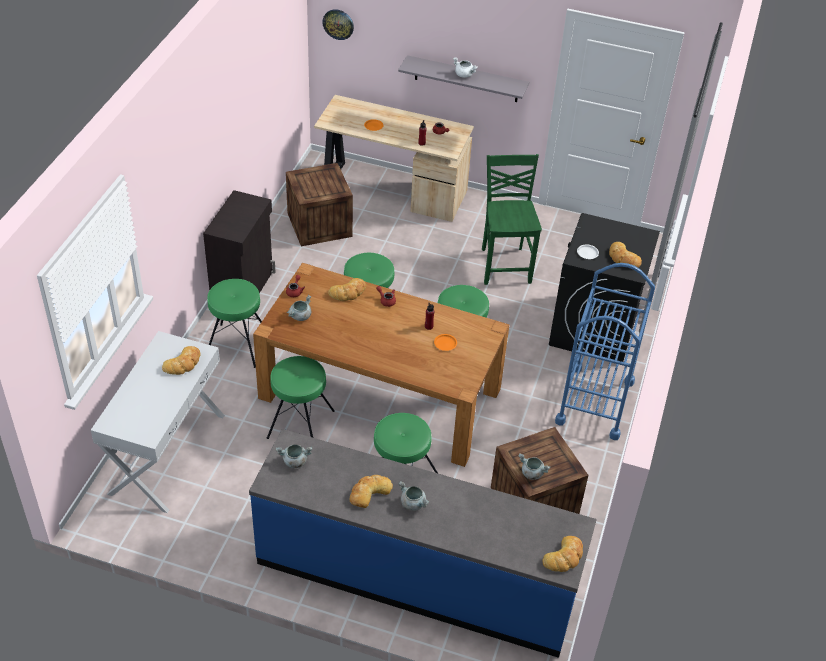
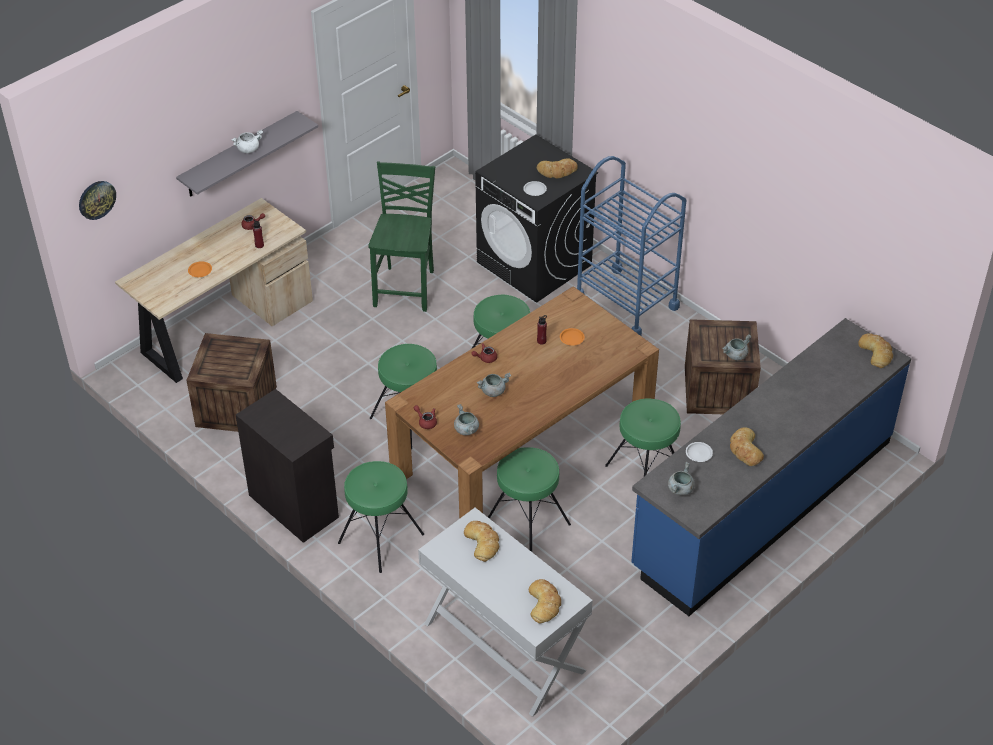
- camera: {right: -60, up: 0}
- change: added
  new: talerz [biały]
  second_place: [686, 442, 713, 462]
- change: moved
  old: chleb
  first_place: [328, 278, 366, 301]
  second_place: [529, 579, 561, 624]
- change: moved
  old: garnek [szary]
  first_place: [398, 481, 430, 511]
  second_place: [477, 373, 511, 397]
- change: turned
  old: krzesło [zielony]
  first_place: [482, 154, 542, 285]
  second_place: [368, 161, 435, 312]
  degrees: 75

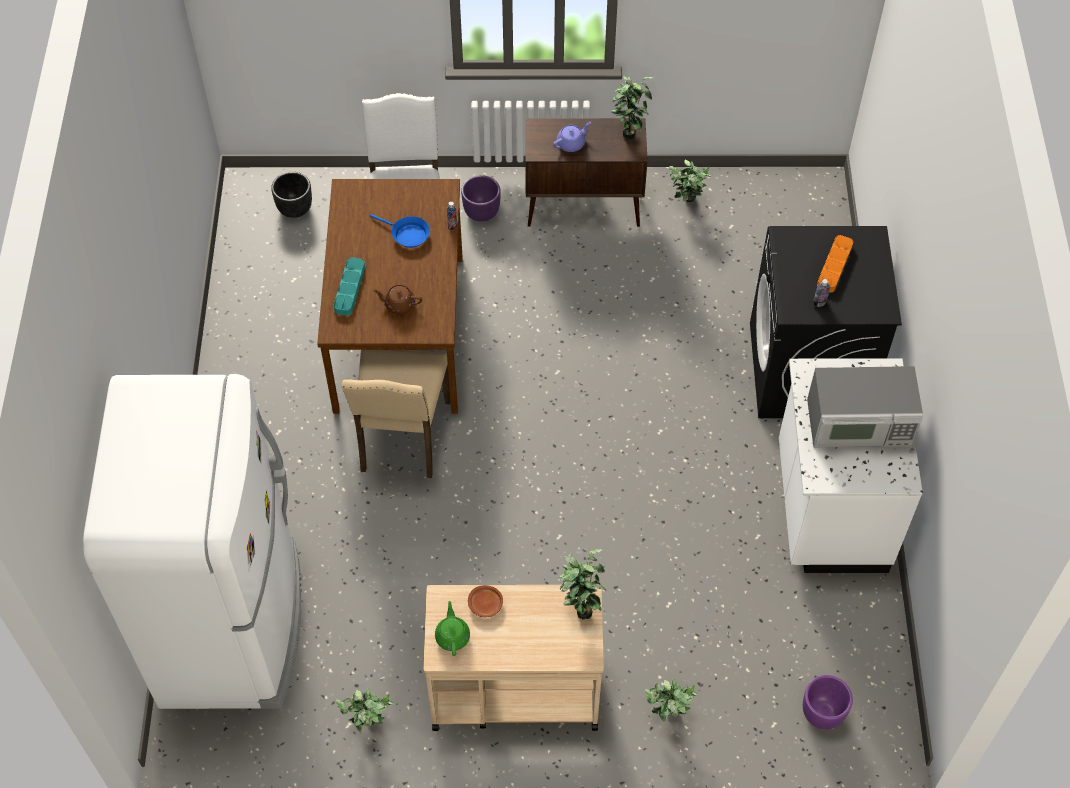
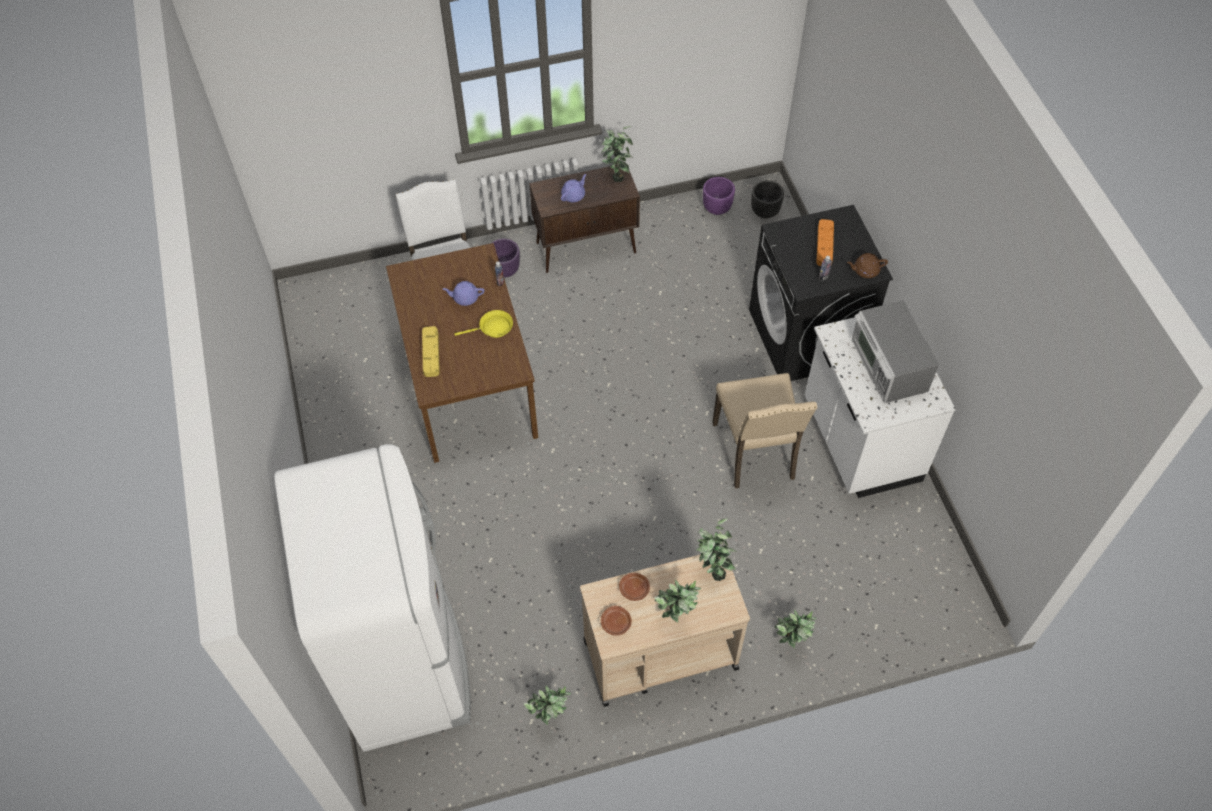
- camera: {right: -15, up: 0}
- change: added
  new: patelnia [żółty]
  second_place: [454, 310, 513, 338]
- change: moved
  old: donica [czarny]
  first_place: [271, 172, 312, 218]
  second_place: [751, 180, 784, 218]
- change: moved
  old: krzesło [beżowy]
  first_place: [341, 350, 451, 478]
  second_place: [712, 373, 817, 489]
- change: moved
  old: imbryk [brązowy]
  first_place: [373, 285, 422, 314]
  second_place: [847, 253, 888, 278]
- change: moved
  old: roślina doniczkowa
  first_place: [669, 160, 712, 202]
  second_place: [655, 580, 701, 623]
- change: moved
  old: donica [fioletowy]
  first_place: [803, 675, 853, 730]
  second_place: [703, 177, 735, 215]
- change: replaced
  old: patelnia [niebieski]
  new: imbryk [fioletowy]
  first_place: [370, 214, 430, 248]
  second_place: [443, 281, 485, 306]
- change: replaced
  old: imbryk [zielony]
  new: talerz [brązowy]
  first_place: [435, 601, 470, 656]
  second_place: [601, 606, 632, 635]
- change: recoloured
  old: taca [turkusowy]
  new: taca [żółty]
  first_place: [333, 257, 365, 316]
  second_place: [422, 326, 440, 377]
- change: turned
  old: mikrofalówka
  first_place: [807, 366, 923, 448]
  second_place: [851, 300, 939, 403]
  degrees: 90

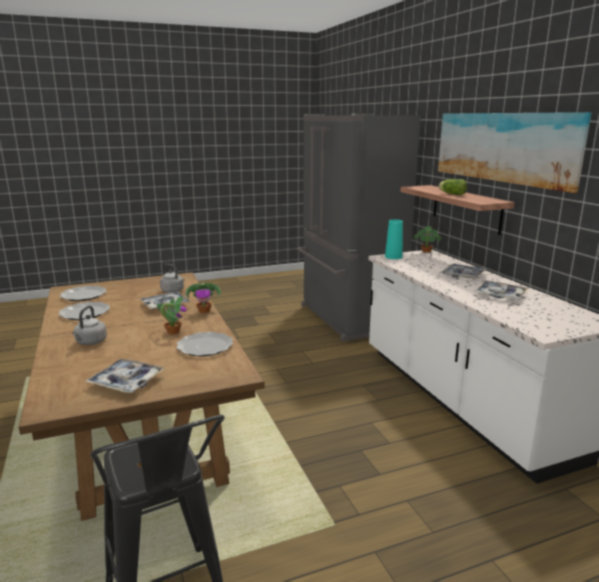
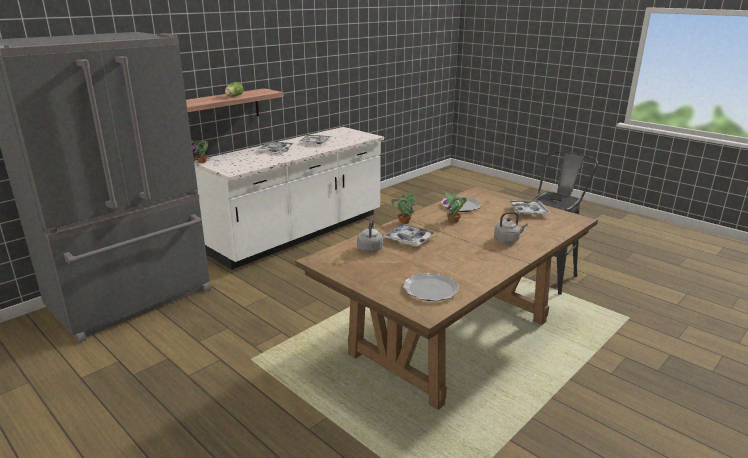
- camera: {right: -115, up: 5}
- change: removed
  old: talerz
  first_place: [59, 302, 110, 320]
- change: removed
  old: wazon [turkusowy]
  first_place: [385, 219, 403, 259]
- change: removed
  old: obraz
  first_place: [438, 112, 591, 193]

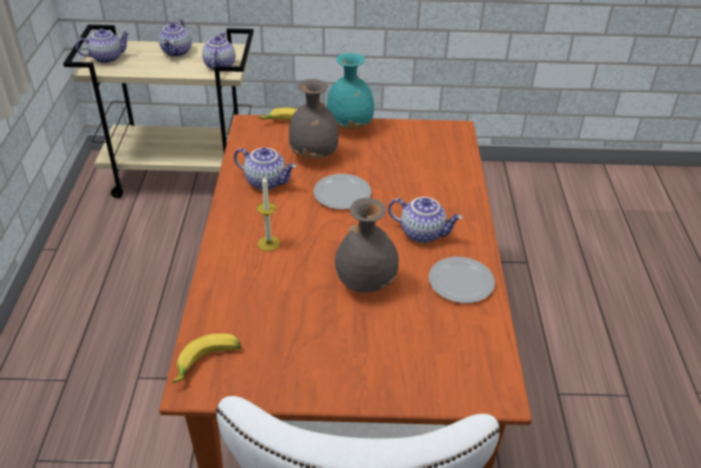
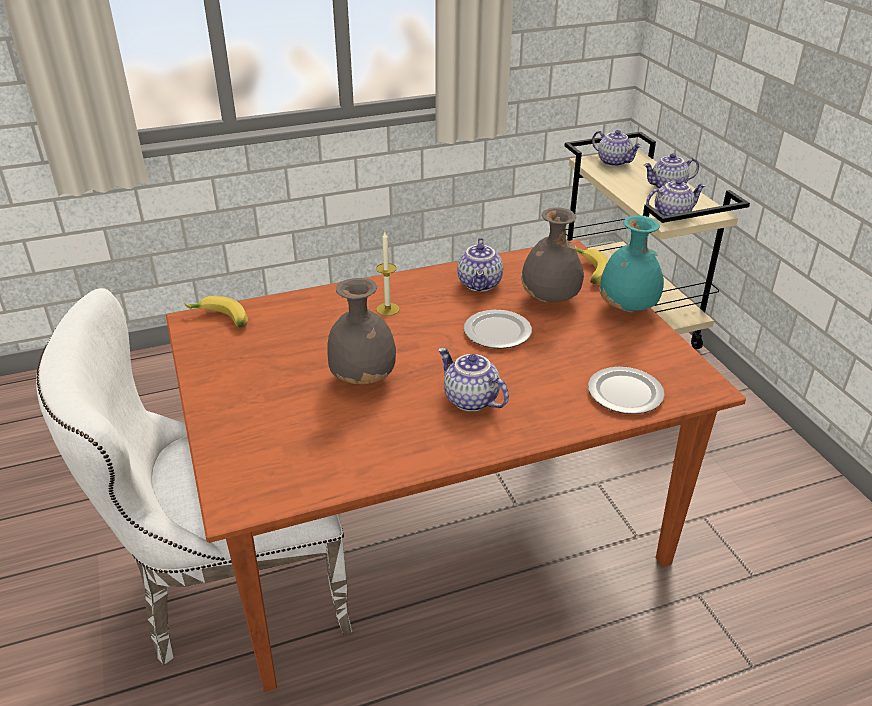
- camera: {right: 70, up: -5}
- change: moved
  old: talerz
  first_place: [429, 257, 495, 303]
  second_place: [588, 367, 665, 414]
- change: turned
  old: imbryk
  first_place: [388, 197, 462, 243]
  second_place: [438, 347, 509, 412]
  degrees: 135

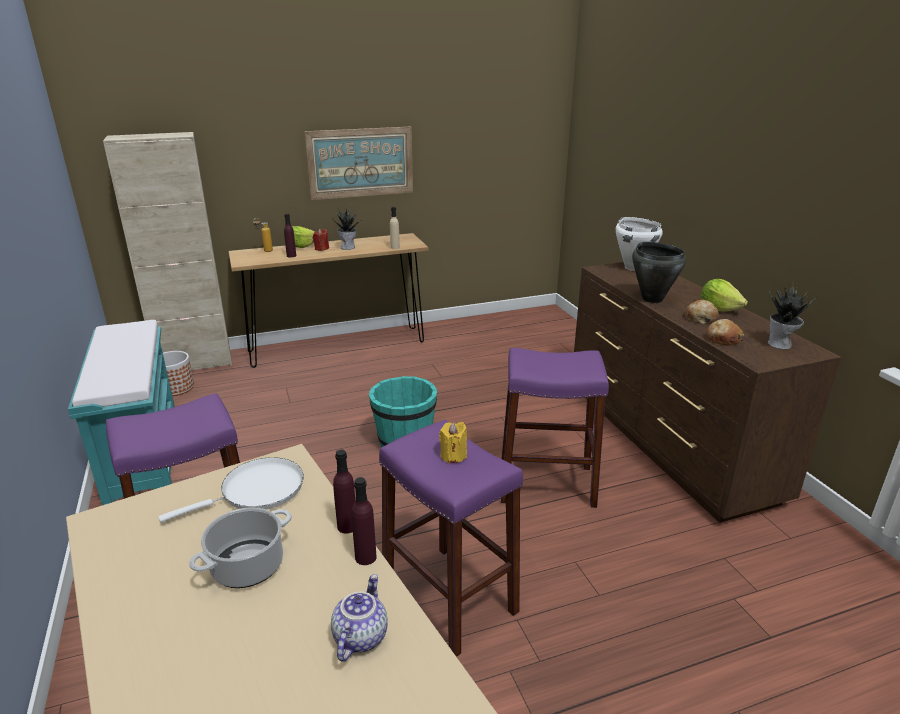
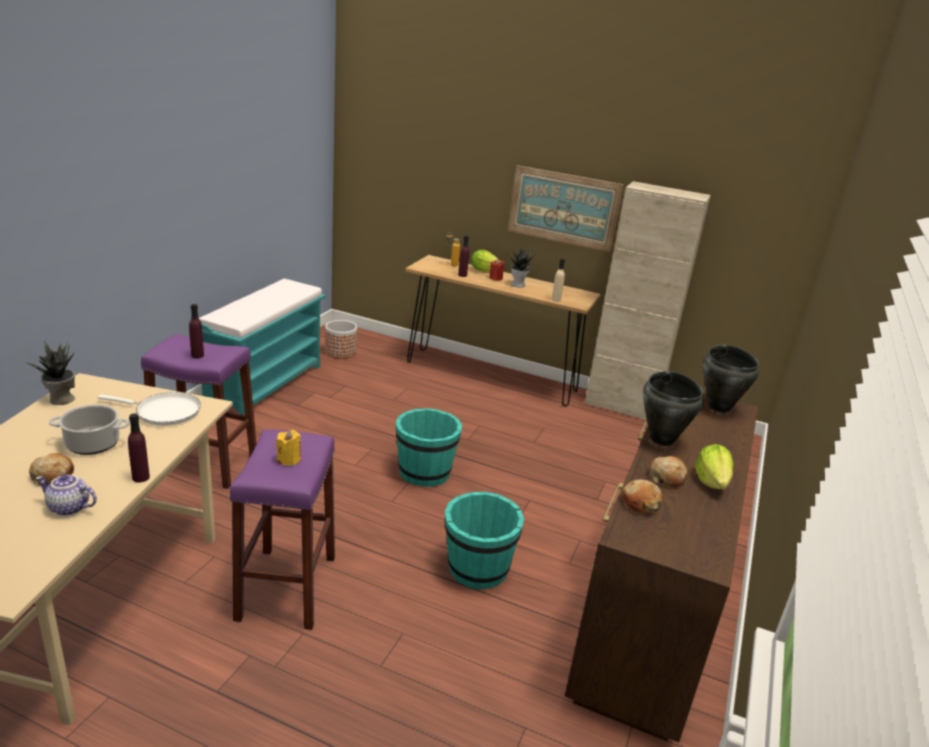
- camera: {right: 40, up: 0}
- change: added
  new: chleb
  second_place: [29, 453, 74, 486]
- change: moved
  old: szafka [beżowy]
  first_place: [103, 132, 232, 370]
  second_place: [585, 181, 711, 420]
- change: moved
  old: butelka [fioletowy]
  first_place: [333, 450, 356, 534]
  second_place: [189, 304, 204, 358]
- change: moved
  old: roślina doniczkowa
  first_place: [767, 283, 817, 349]
  second_place: [24, 341, 75, 405]
- change: replaced
  old: stołek [fioletowy]
  new: wiadro [turkusowy]
  first_place: [501, 348, 609, 508]
  second_place: [445, 492, 524, 589]
- change: recoloured
  old: garnek [biały]
  new: garnek [czarny]
  first_place: [616, 217, 663, 271]
  second_place: [703, 345, 759, 413]
- change: turned
  old: imbryk
  first_place: [331, 574, 388, 662]
  second_place: [36, 474, 97, 516]
  degrees: -135

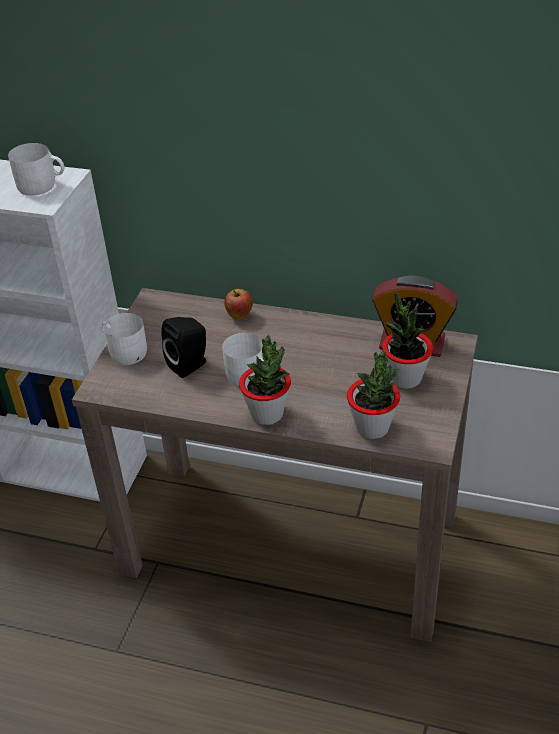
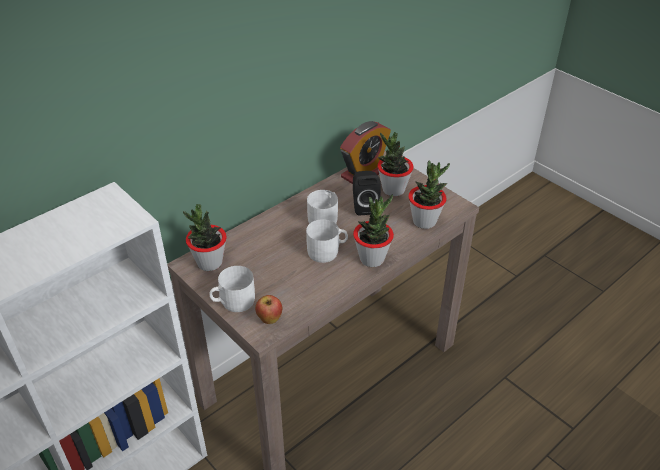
- camera: {right: -60, up: 0}
- change: added
  new: roślina doniczkowa
  second_place: [183, 204, 227, 271]
- change: moved
  old: kubek [biały]
  first_place: [8, 143, 64, 196]
  second_place: [307, 190, 338, 224]
- change: moved
  old: głośnik [czarny]
  first_place: [161, 317, 206, 378]
  second_place: [353, 171, 381, 216]
- change: moved
  old: jabłko
  first_place: [224, 289, 253, 320]
  second_place: [255, 295, 282, 324]

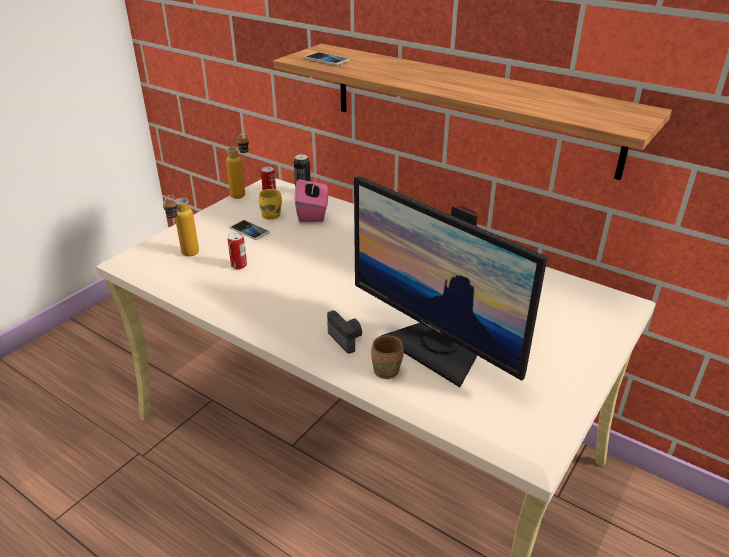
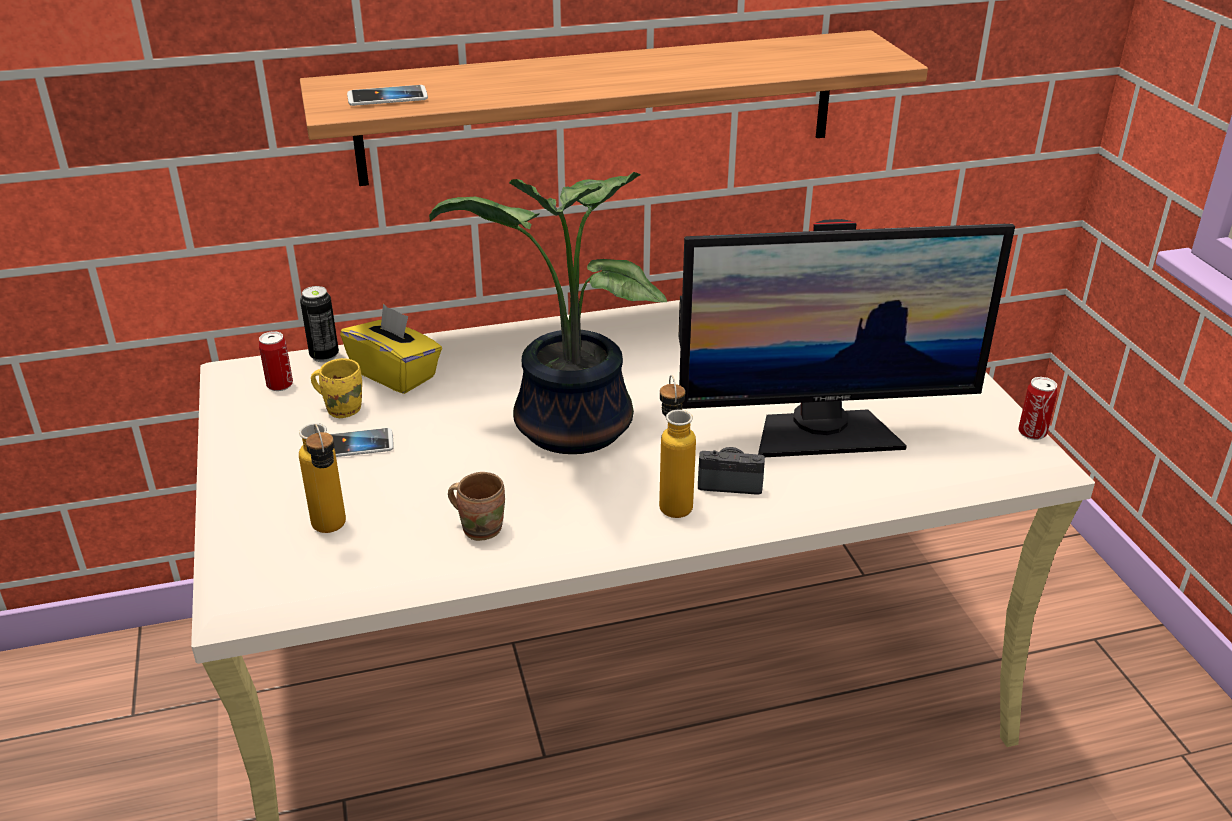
- camera: {right: -50, up: 0}
- change: added
  new: roślina doniczkowa
  second_place: [429, 172, 667, 454]
- change: moved
  old: butelka
  first_place: [226, 134, 249, 199]
  second_place: [659, 375, 696, 518]
- change: moved
  old: puszka
  first_place: [228, 233, 247, 270]
  second_place: [1018, 377, 1057, 440]
- change: moved
  old: kubek [brązowy]
  first_place: [371, 335, 404, 379]
  second_place: [448, 472, 505, 541]
- change: recoloured
  old: pudełko chusteczek [różowy]
  new: pudełko chusteczek [żółty]
  first_place: [295, 179, 328, 222]
  second_place: [340, 304, 442, 394]

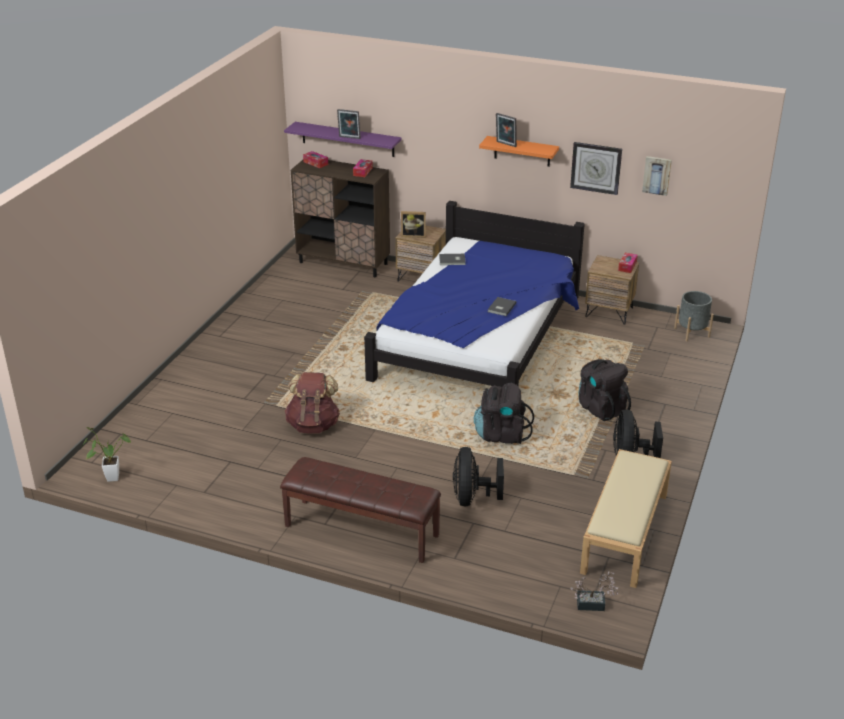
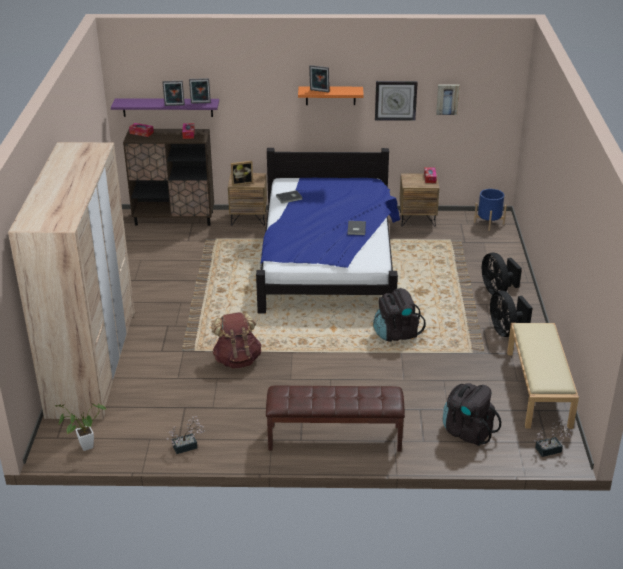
- camera: {right: -20, up: 0}
- change: added
  new: szafa [beżowy]
  second_place: [8, 142, 135, 419]
- change: added
  new: roślina doniczkowa
  second_place: [166, 416, 205, 454]
- change: added
  new: ramka na zdjęcie
  second_place: [189, 78, 211, 104]
- change: moved
  old: wentylator [czarny]
  first_place: [453, 447, 504, 506]
  second_place: [482, 253, 522, 296]
- change: moved
  old: plecak [czarny]
  first_place: [578, 359, 631, 421]
  second_place: [443, 383, 501, 446]
- change: recoloured
  old: donica [szary]
  new: donica [niebieski]
  first_place: [674, 291, 714, 341]
  second_place: [474, 189, 507, 231]

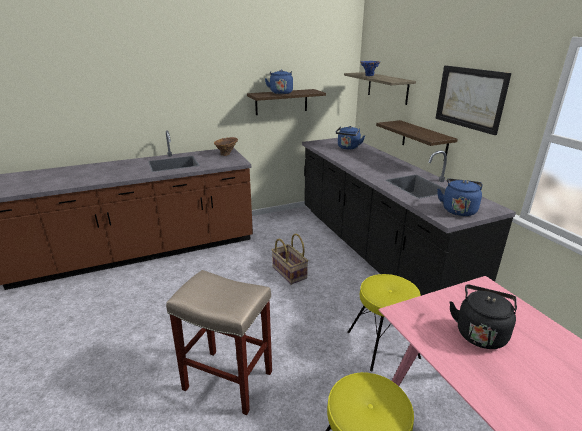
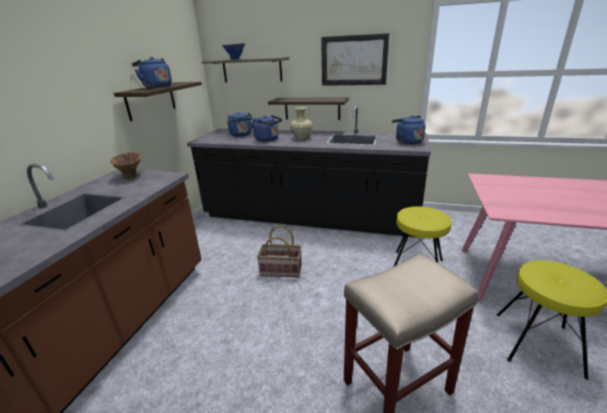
- camera: {right: -50, up: 0}
- change: removed
  old: czajnik [czarny]
  first_place: [449, 285, 517, 349]
- change: added
  new: czajnik [niebieski]
  second_place: [253, 115, 282, 142]
- change: added
  new: wazon [beżowy]
  second_place: [290, 107, 312, 139]

